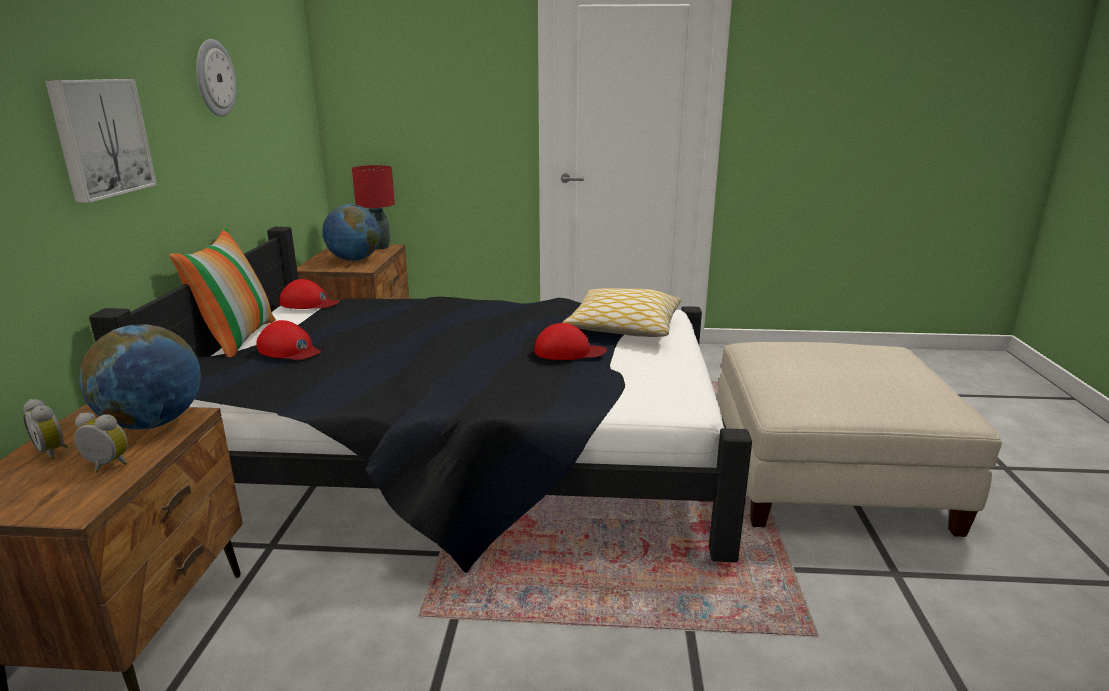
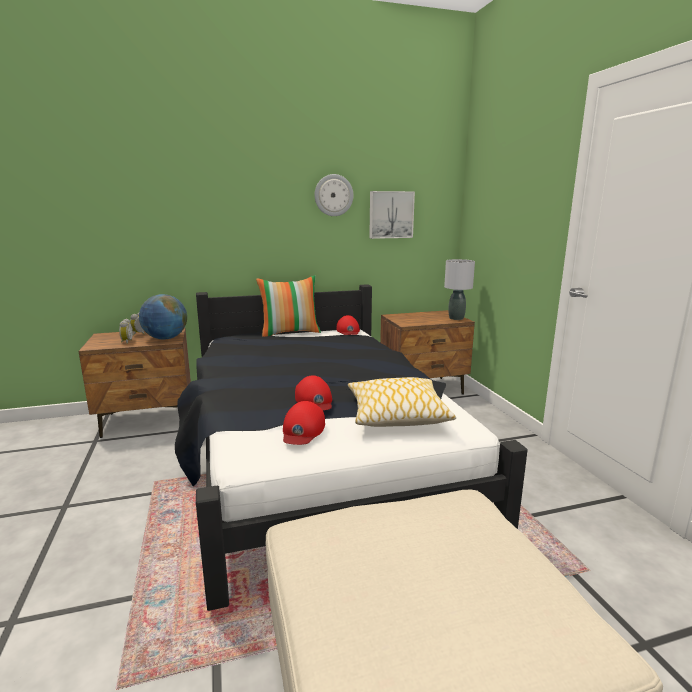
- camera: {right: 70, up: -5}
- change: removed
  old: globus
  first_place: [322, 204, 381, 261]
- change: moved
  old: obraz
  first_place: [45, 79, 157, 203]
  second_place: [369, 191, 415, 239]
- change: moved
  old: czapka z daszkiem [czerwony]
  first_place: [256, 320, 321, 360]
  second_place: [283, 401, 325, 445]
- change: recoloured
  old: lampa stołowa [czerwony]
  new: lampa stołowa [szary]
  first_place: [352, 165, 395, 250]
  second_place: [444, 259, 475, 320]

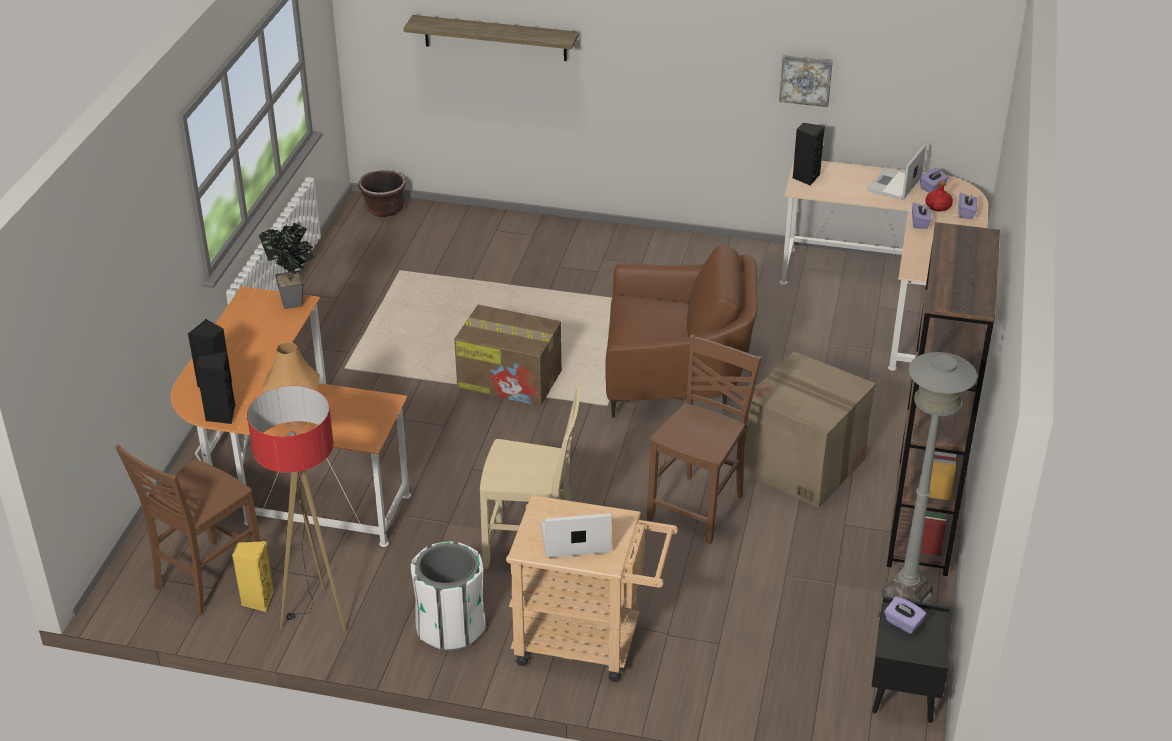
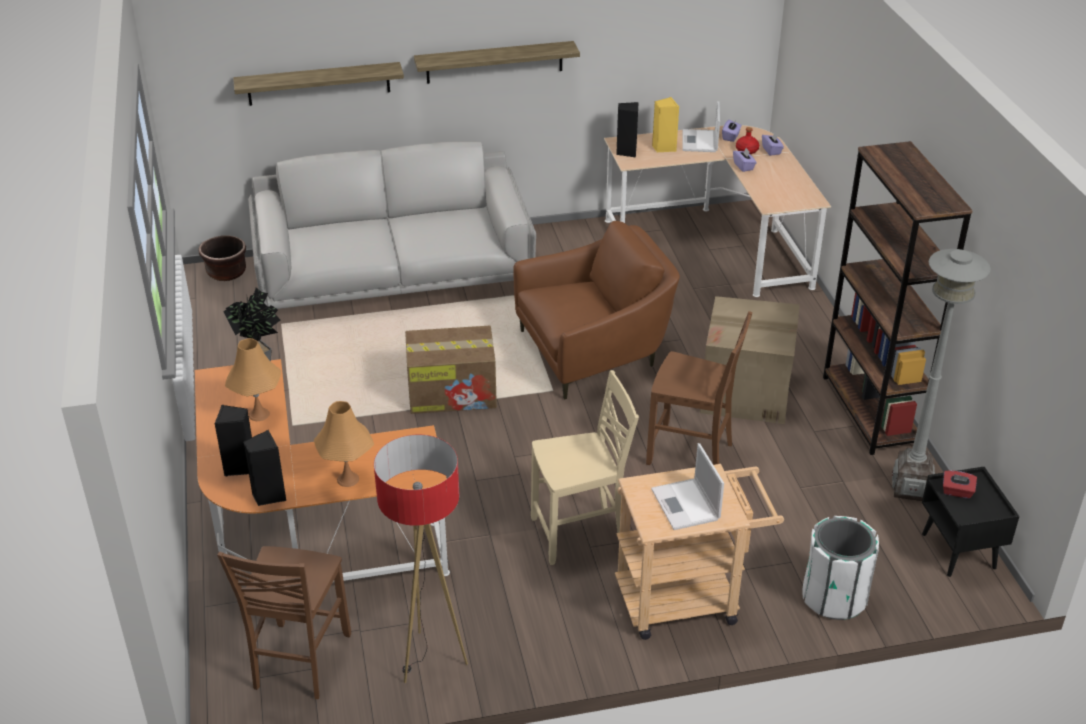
- camera: {right: -25, up: 0}
- change: removed
  old: obraz
  first_place: [779, 55, 833, 107]
- change: added
  new: lampa stołowa [pomarańczowy]
  second_place: [225, 338, 281, 421]
- change: added
  new: kanapa [szary]
  second_place: [249, 141, 536, 309]
- change: added
  new: półka
  second_place: [414, 41, 580, 84]
- change: moved
  old: głośnik [żółty]
  first_place: [232, 541, 274, 612]
  second_place: [652, 97, 679, 152]
- change: moved
  old: kosz na śmieci [biały]
  first_place: [411, 541, 486, 651]
  second_place: [802, 516, 879, 620]
- change: recoloured
  old: pudełko chusteczek [fioletowy]
  new: pudełko chusteczek [czerwony]
  first_place: [884, 596, 926, 634]
  second_place: [943, 470, 977, 499]
- change: turned
  old: laptop
  first_place: [541, 513, 611, 558]
  second_place: [651, 443, 724, 530]
  degrees: -75
- change: turned
  old: krzesło [brązowy]
  first_place: [647, 334, 762, 544]
  second_place: [646, 311, 752, 465]
  degrees: 105

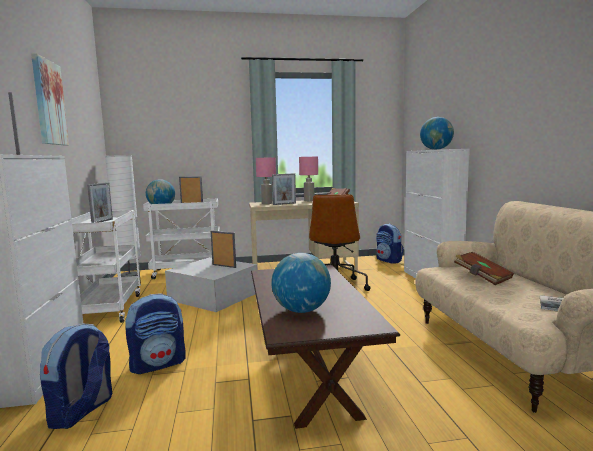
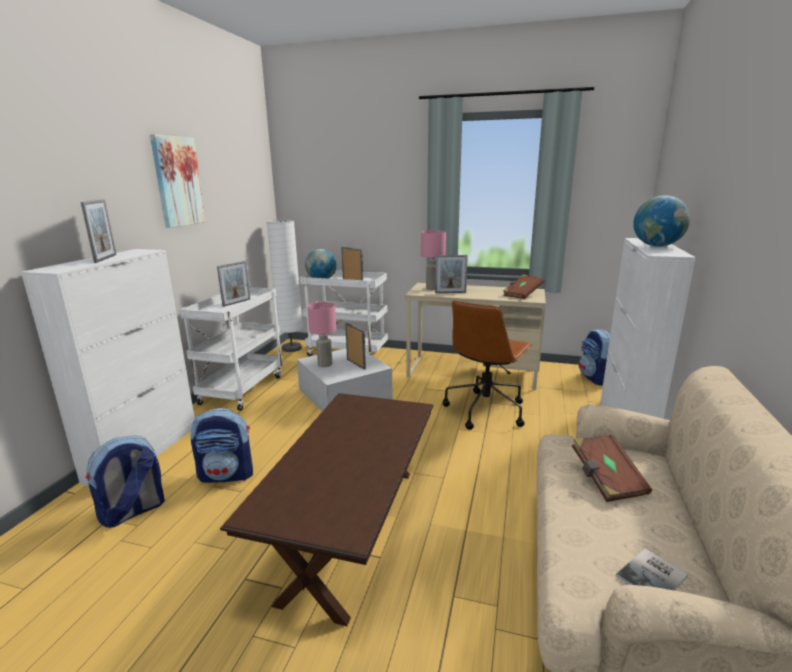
- camera: {right: 25, up: 10}
- change: removed
  old: globus
  first_place: [271, 253, 331, 313]
- change: moved
  old: lampa stołowa [różowy]
  first_place: [299, 157, 318, 201]
  second_place: [307, 302, 336, 367]

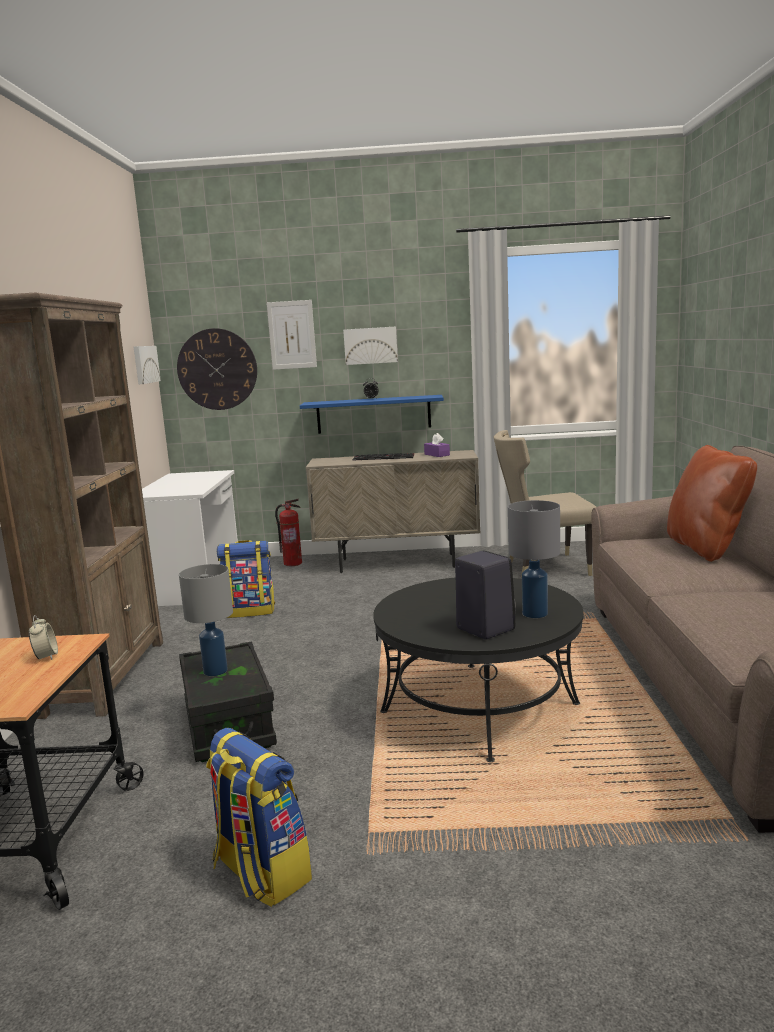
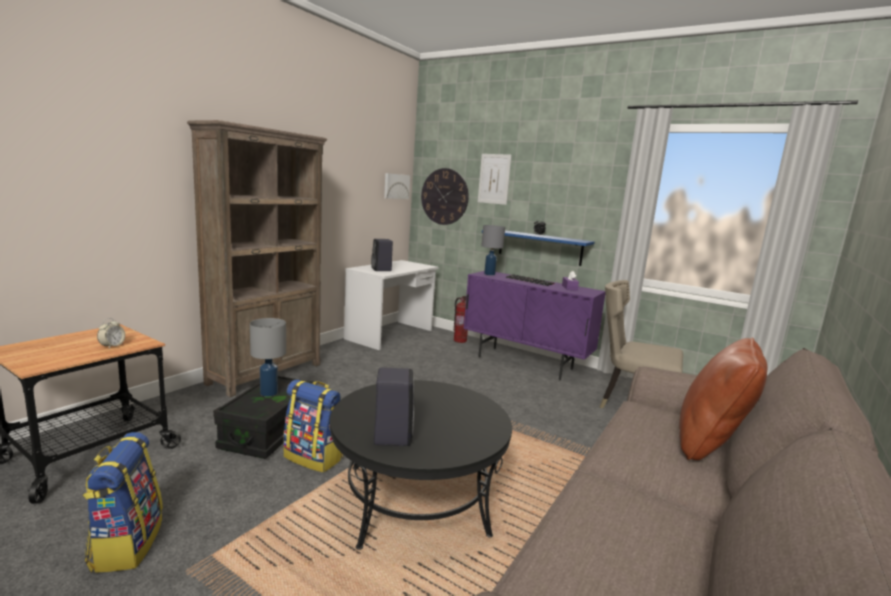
- camera: {right: 30, up: 0}
- change: removed
  old: obraz
  first_place: [343, 326, 398, 365]
- change: added
  new: głośnik [czarny]
  second_place: [371, 239, 393, 271]
- change: moved
  old: plecak
  first_place: [217, 540, 275, 618]
  second_place: [283, 379, 342, 473]
- change: moved
  old: lampa stołowa [szary]
  first_place: [508, 500, 560, 618]
  second_place: [481, 225, 505, 275]
- change: recoloured
  old: szafka [beżowy]
  new: szafka [fioletowy]
  first_place: [306, 450, 480, 573]
  second_place: [463, 271, 605, 380]

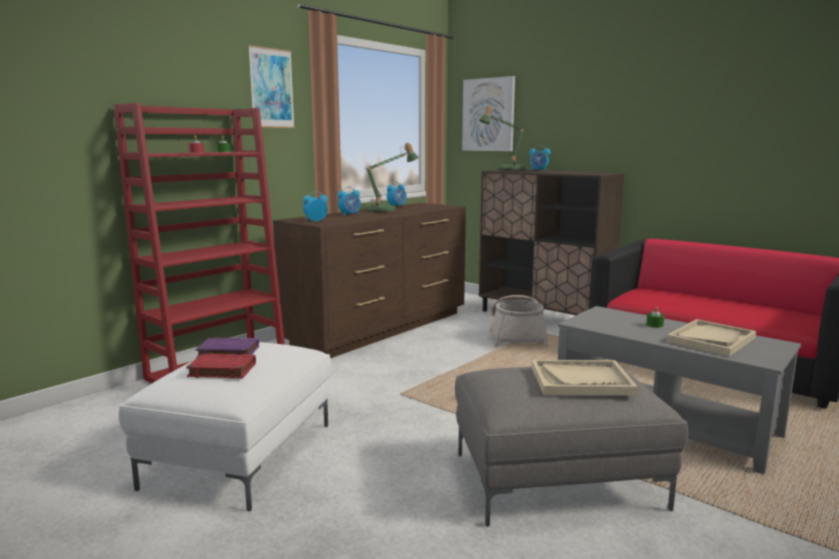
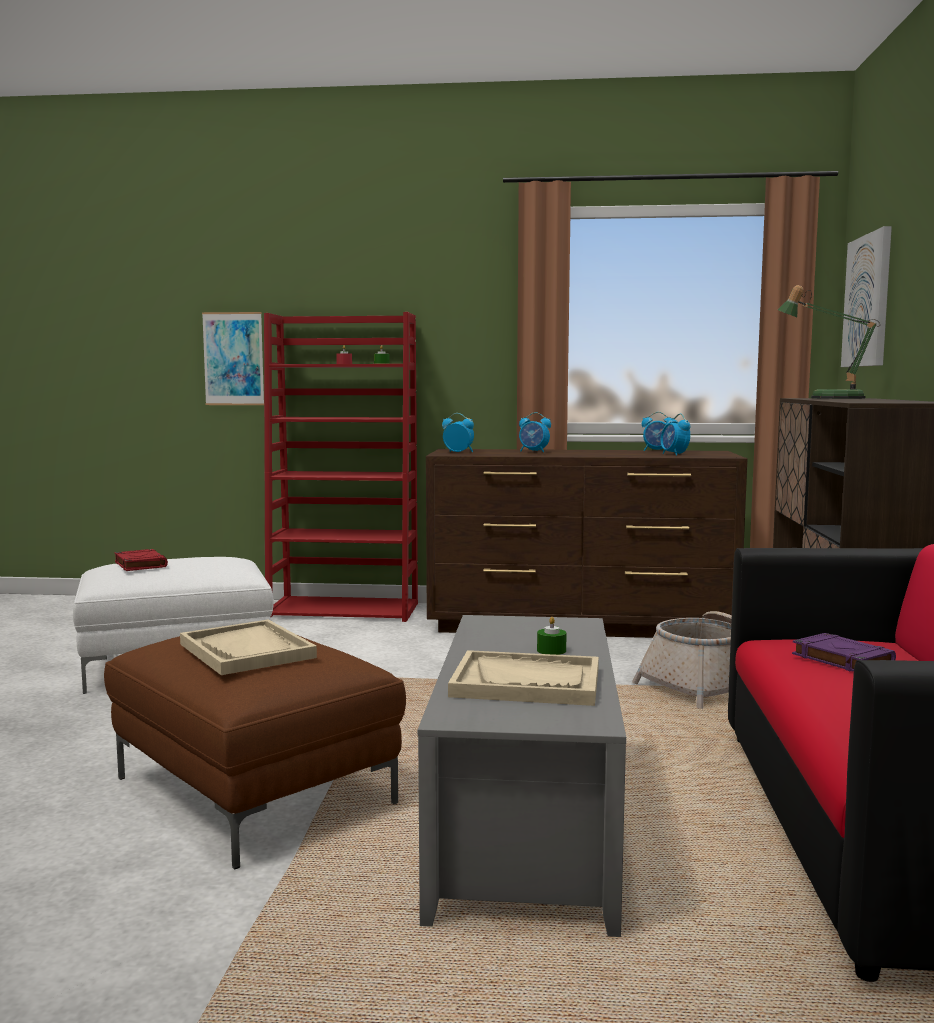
- camera: {right: 55, up: -5}
- change: removed
  old: lampa stołowa
  first_place: [366, 143, 419, 212]
- change: moved
  old: książka [fioletowy]
  first_place: [195, 337, 259, 358]
  second_place: [792, 633, 896, 672]
- change: moved
  old: obraz
  first_place: [248, 45, 295, 128]
  second_place: [202, 312, 264, 405]
- change: moved
  old: budzik
  first_place: [529, 145, 551, 171]
  second_place: [661, 414, 690, 456]
- change: recoloured
  old: pufa [szary]
  new: pufa [brązowy]
  first_place: [455, 367, 688, 527]
  second_place: [104, 635, 406, 869]

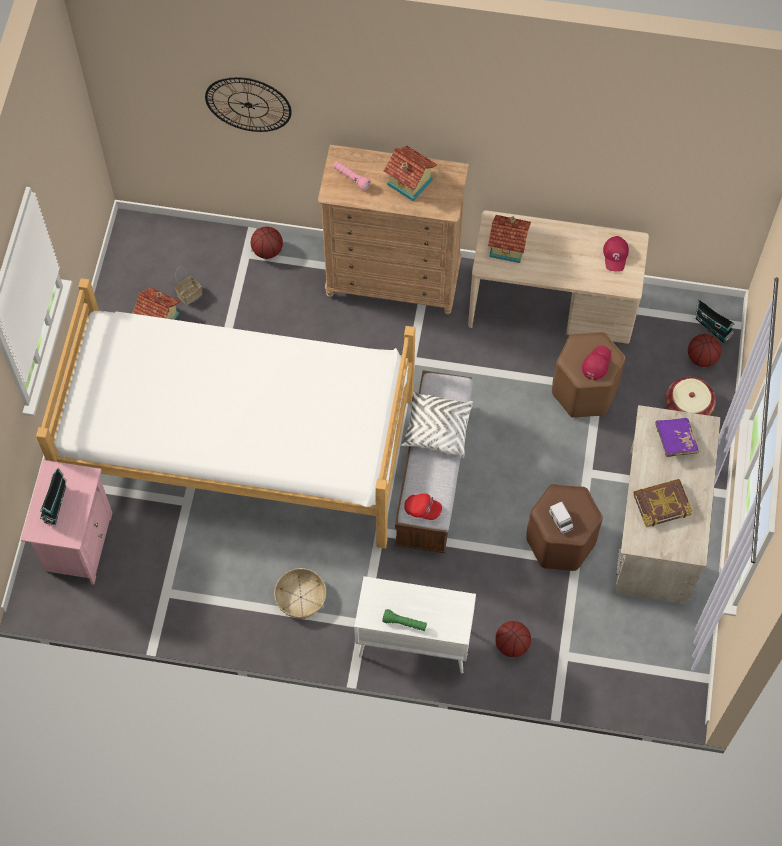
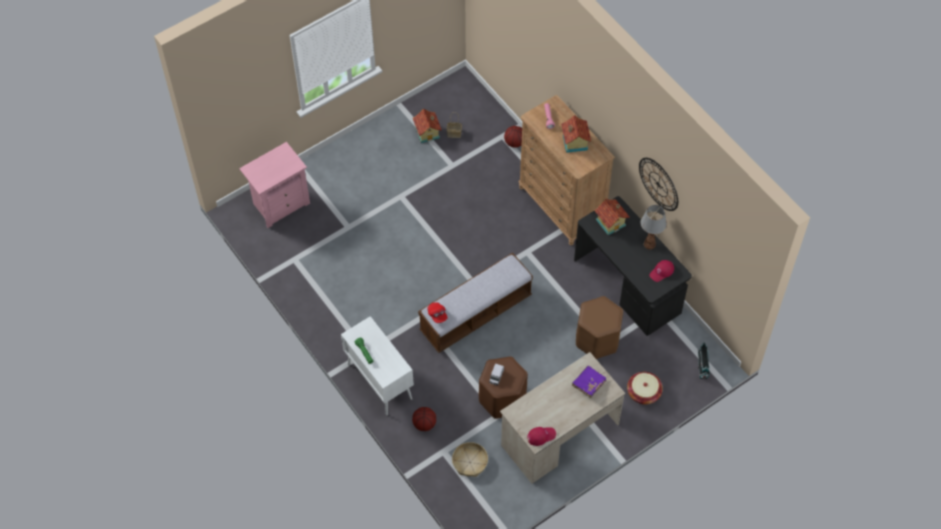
- camera: {right: 45, up: -5}
- change: removed
  old: łóżko
  first_place: [36, 278, 415, 549]
- change: removed
  old: domek
  first_place: [40, 468, 67, 525]
- change: removed
  old: poduszka [biały]
  first_place: [401, 391, 473, 458]
- change: removed
  old: książka
  first_place: [634, 479, 693, 527]
- change: removed
  old: piłka do koszykówki
  first_place: [688, 334, 722, 367]
- change: added
  new: lampa stołowa
  second_place: [641, 205, 667, 250]
- change: moved
  old: zegar ścienny
  first_place: [205, 77, 292, 132]
  second_place: [639, 158, 678, 211]
- change: moved
  old: koszyk
  first_place: [274, 568, 326, 620]
  second_place: [452, 442, 488, 477]
- change: moved
  old: czapka z daszkiem [czerwony]
  first_place: [582, 346, 611, 380]
  second_place: [527, 427, 556, 446]
- change: recoloured
  old: biurko [beżowy]
  new: biurko [czarny]
  first_place: [468, 210, 649, 344]
  second_place: [574, 196, 692, 336]

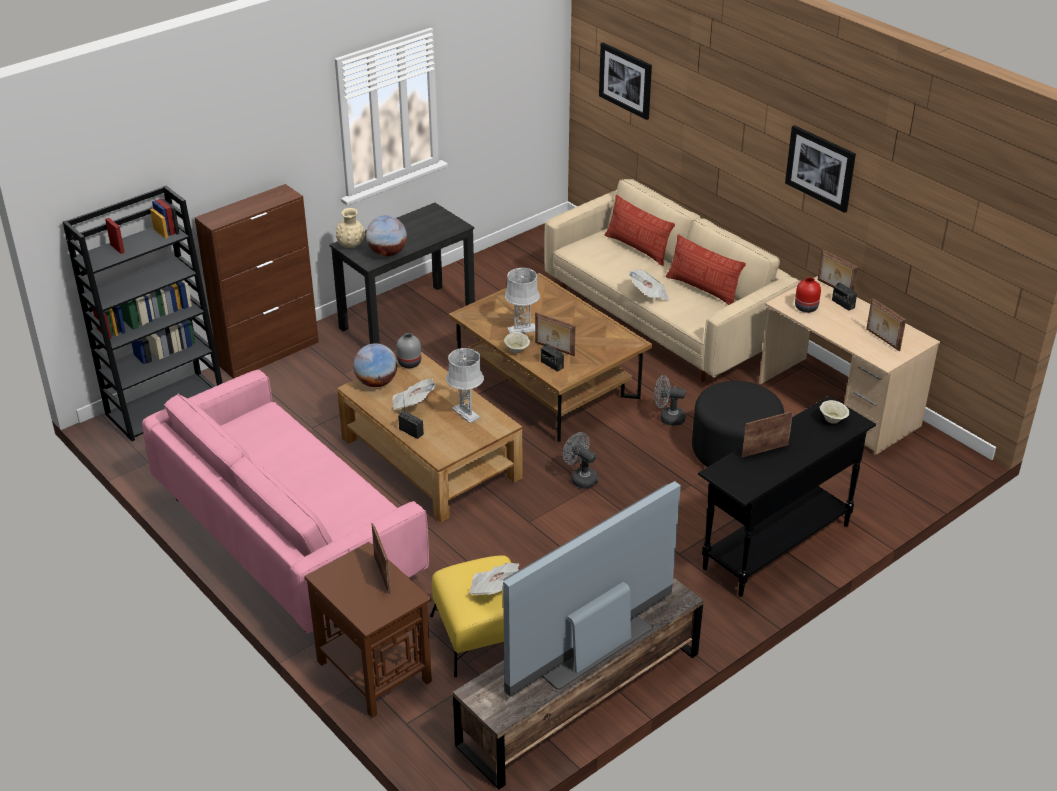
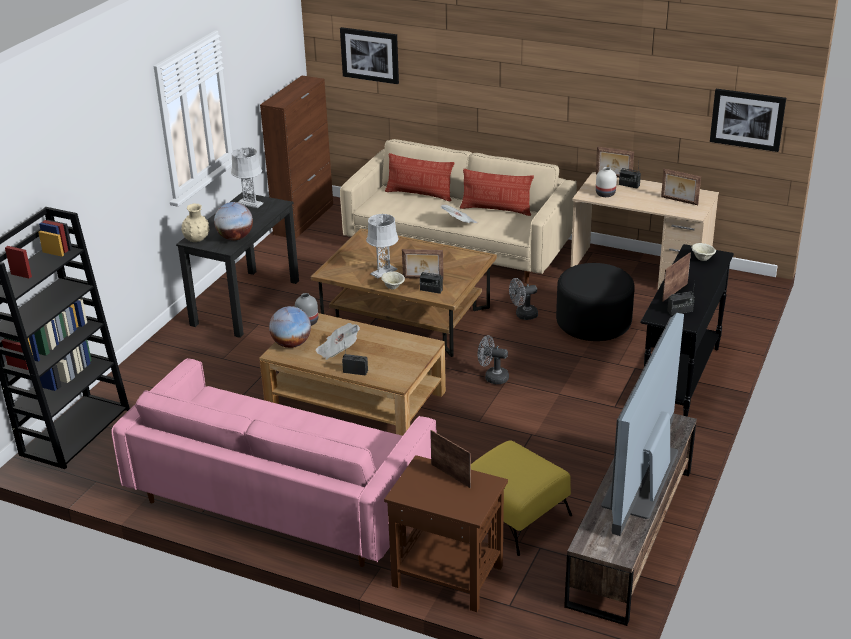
- camera: {right: -25, up: -5}
- change: removed
  old: gazeta
  first_place: [468, 563, 520, 595]
- change: added
  new: radio
  second_place: [667, 280, 695, 315]
- change: moved
  old: szafka [brązowy]
  first_place: [194, 184, 319, 379]
  second_place: [260, 76, 333, 239]
- change: moved
  old: lampa stołowa [szary]
  first_place: [446, 348, 484, 423]
  second_place: [231, 147, 263, 208]
- change: moved
  old: obraz
  first_place: [785, 125, 856, 213]
  second_place: [710, 89, 786, 152]
- change: recoloured
  old: wazon [czerwony]
  new: wazon [biały]
  first_place: [795, 277, 821, 313]
  second_place: [596, 167, 617, 197]

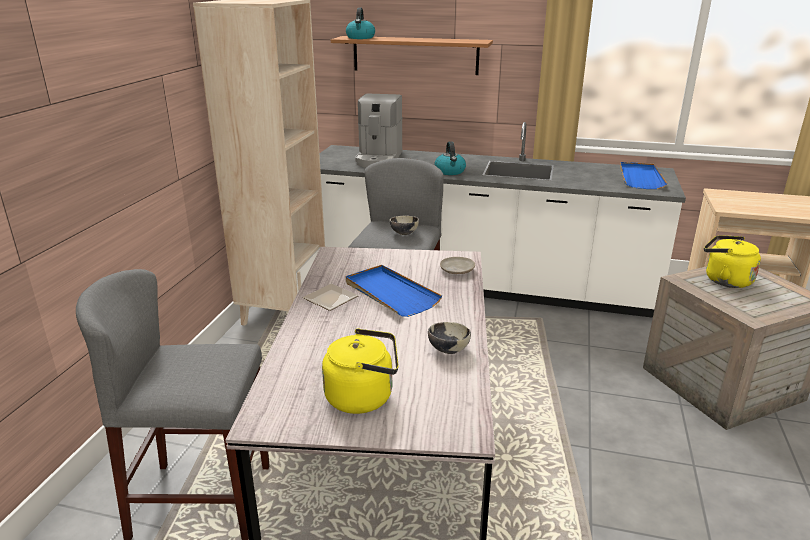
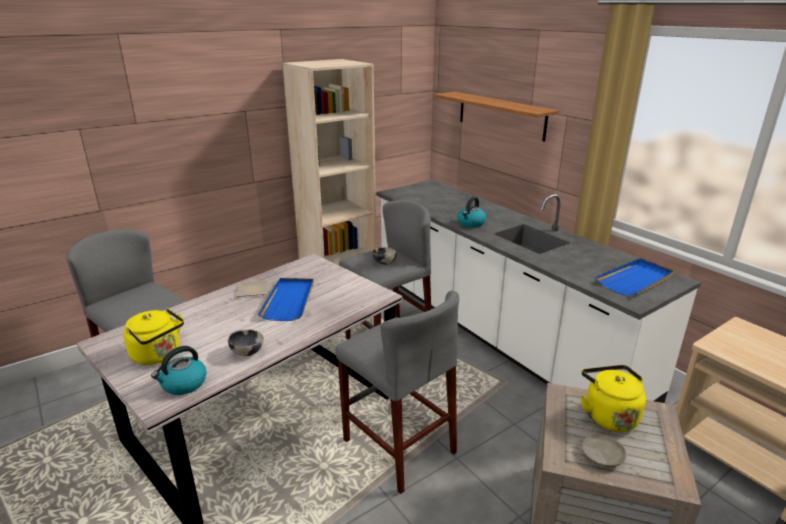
- camera: {right: 40, up: 0}
- change: removed
  old: ekspres do kawy
  first_place: [355, 93, 403, 168]
- change: added
  new: stołek [szary]
  second_place: [335, 290, 459, 494]
- change: moved
  old: czajnik
  first_place: [346, 8, 375, 39]
  second_place: [151, 346, 207, 395]
- change: moved
  old: talerz [beżowy]
  first_place: [440, 257, 475, 274]
  second_place: [582, 434, 627, 467]

